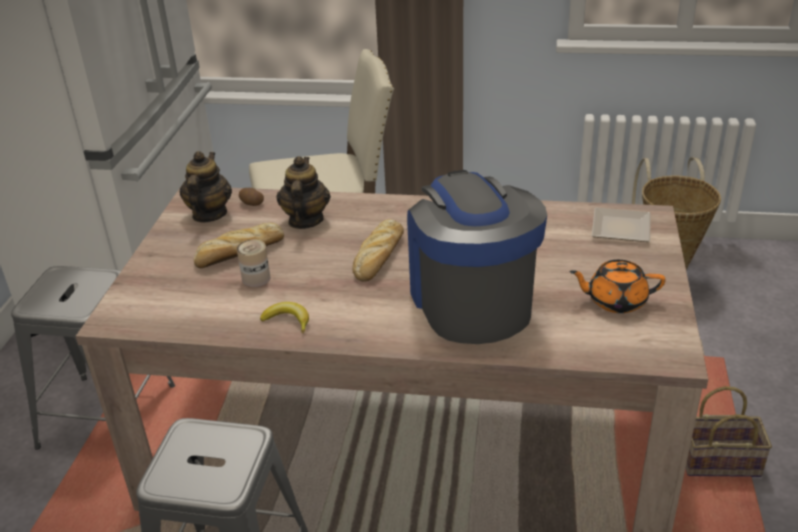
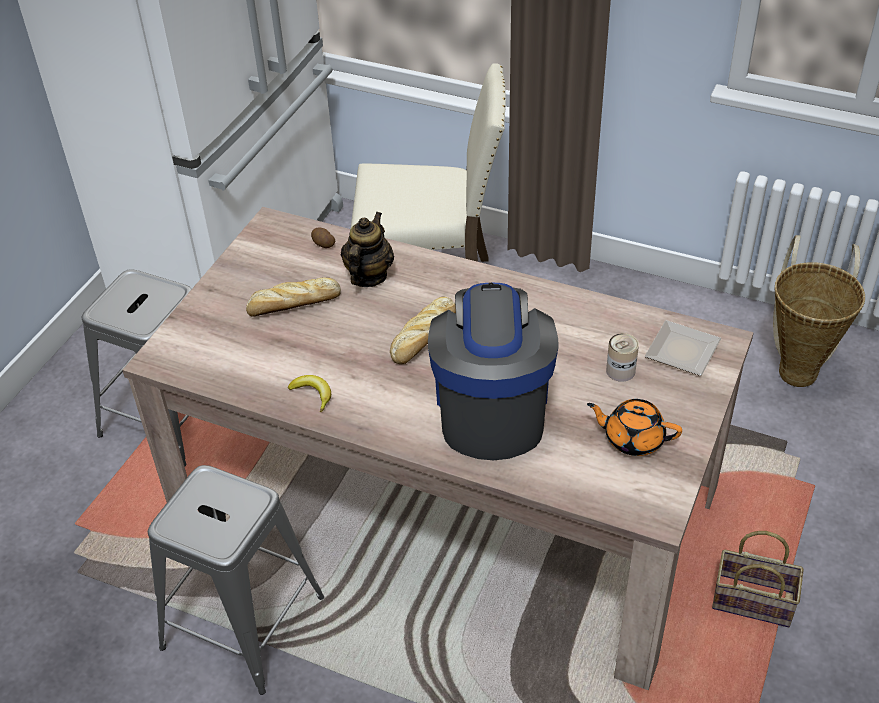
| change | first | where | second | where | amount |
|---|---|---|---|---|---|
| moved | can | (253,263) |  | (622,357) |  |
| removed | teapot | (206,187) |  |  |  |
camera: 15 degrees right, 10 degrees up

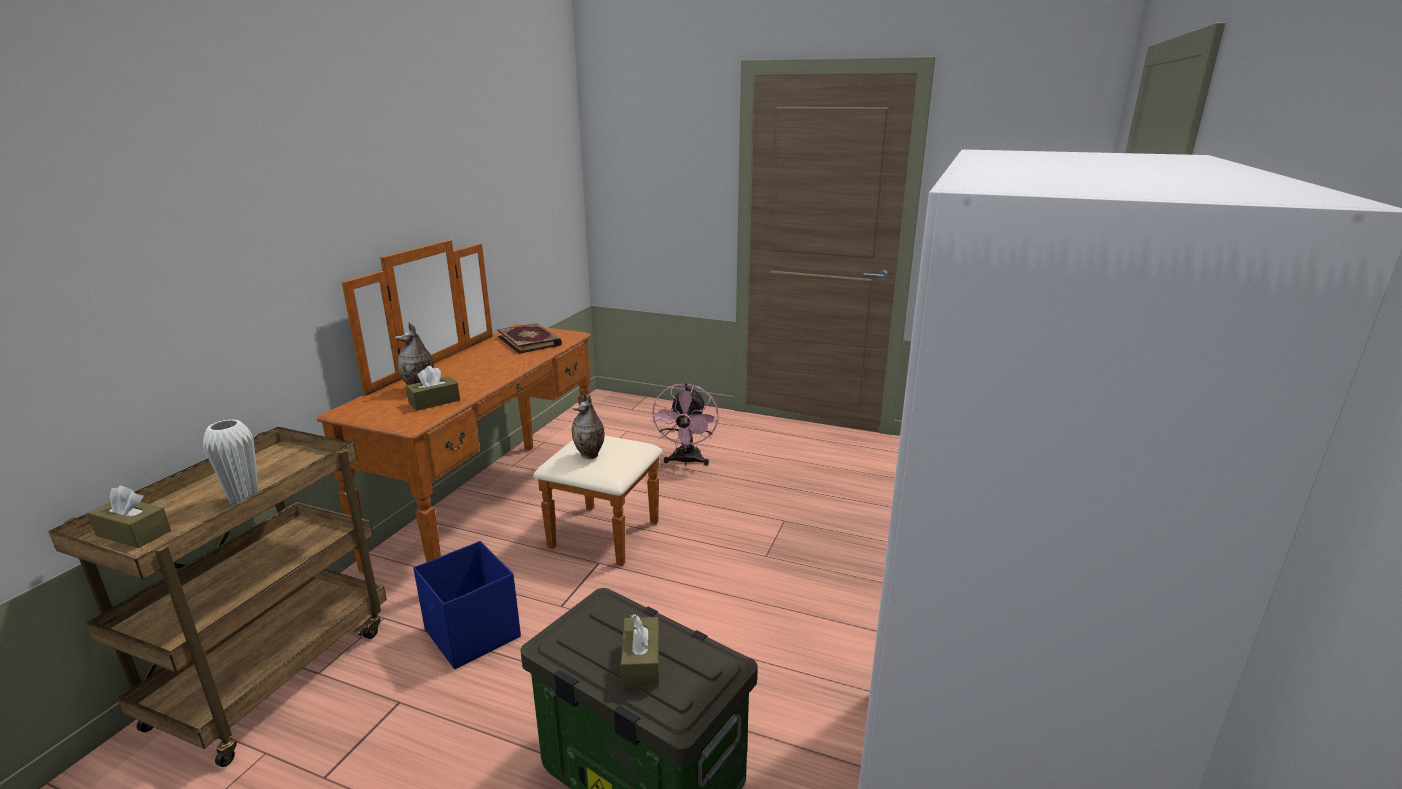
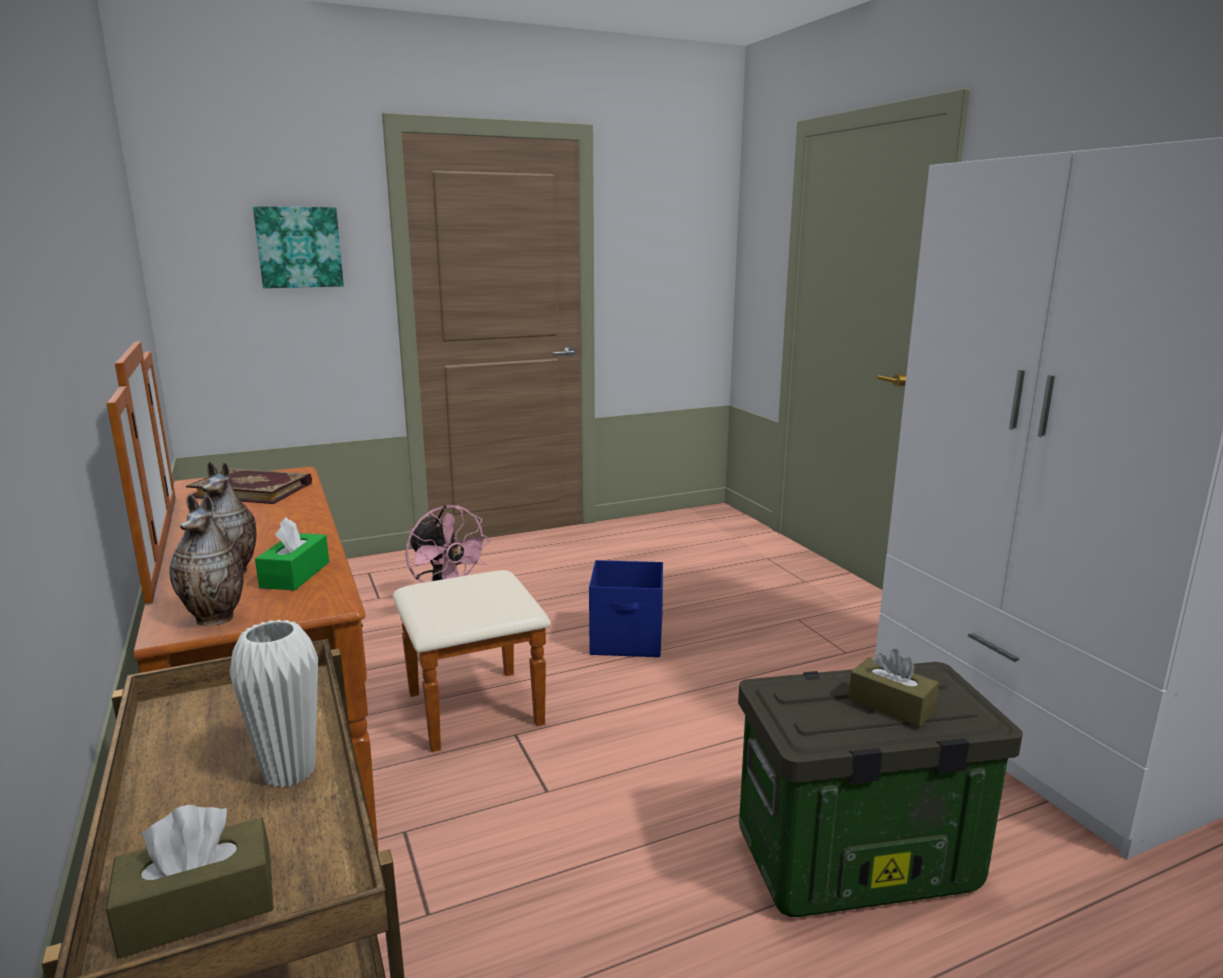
| change | first | where | second | where | amount |
|---|---|---|---|---|---|
| moved | vase | (588,426) |  | (206,560) |  |
| added |  |  | picture | (298,247) |  |
| recoloured | brown tissue box | (433,388) | green tissue box | (292,553) |  |
| moved | blue storage box | (467,605) |  | (626,608) |  |
camera: 45 degrees left, 5 degrees down

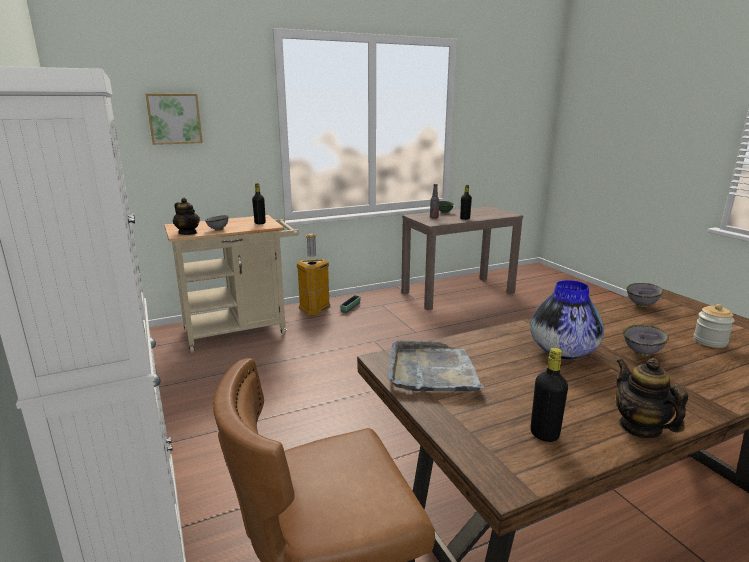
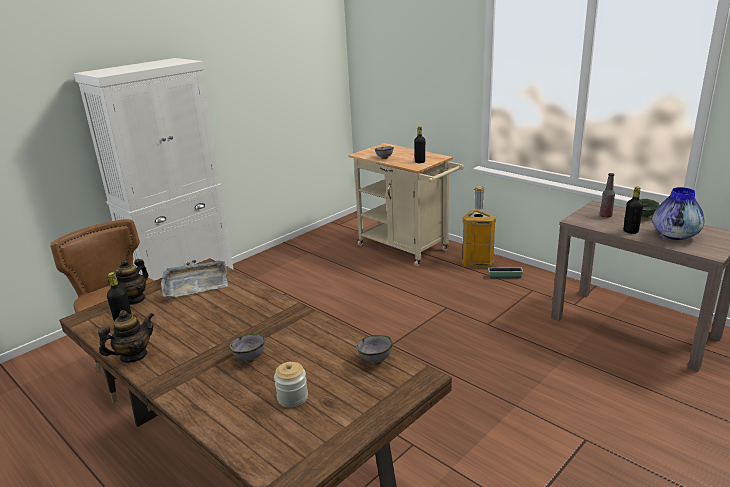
| change | first | where | second | where | amount |
|---|---|---|---|---|---|
| moved | teapot | (186,216) |  | (127,282) |  |
| moved | vase | (567,319) |  | (678,213) |  |
| removed | picture | (174,119) |  |  |  |
camera: 70 degrees right, 5 degrees up

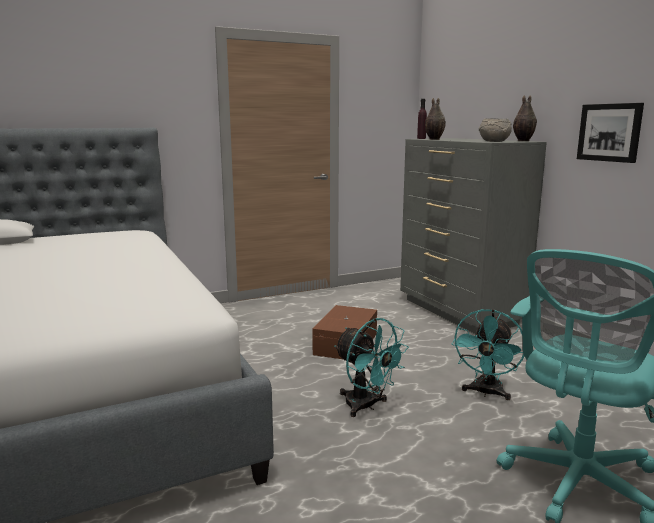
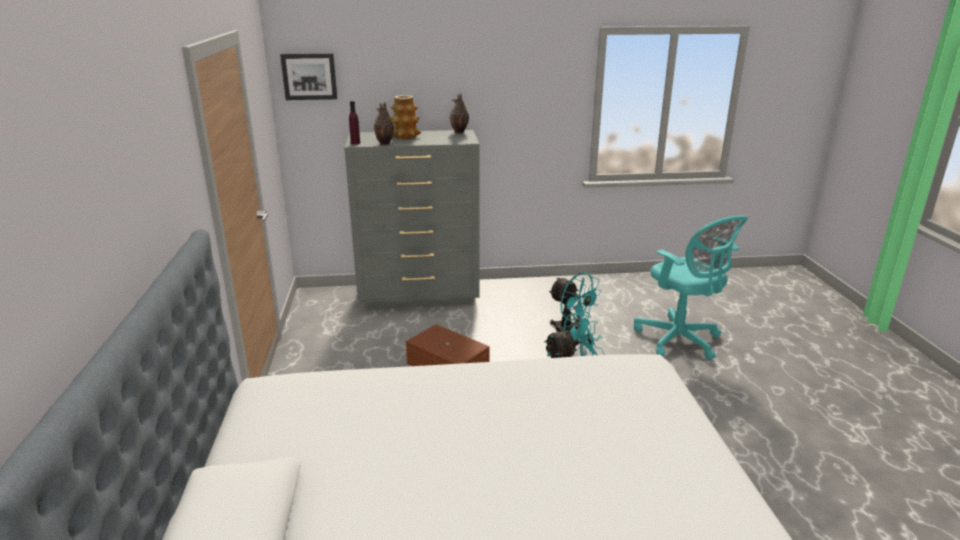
| change | first | where | second | where | amount |
|---|---|---|---|---|---|
| moved | picture | (610,133) |  | (309,76) |  |
| added |  |  | vase | (406,117) |  |
| removed | grey bowl | (495,130) |  |  |  |
camera: 70 degrees left, 10 degrees up

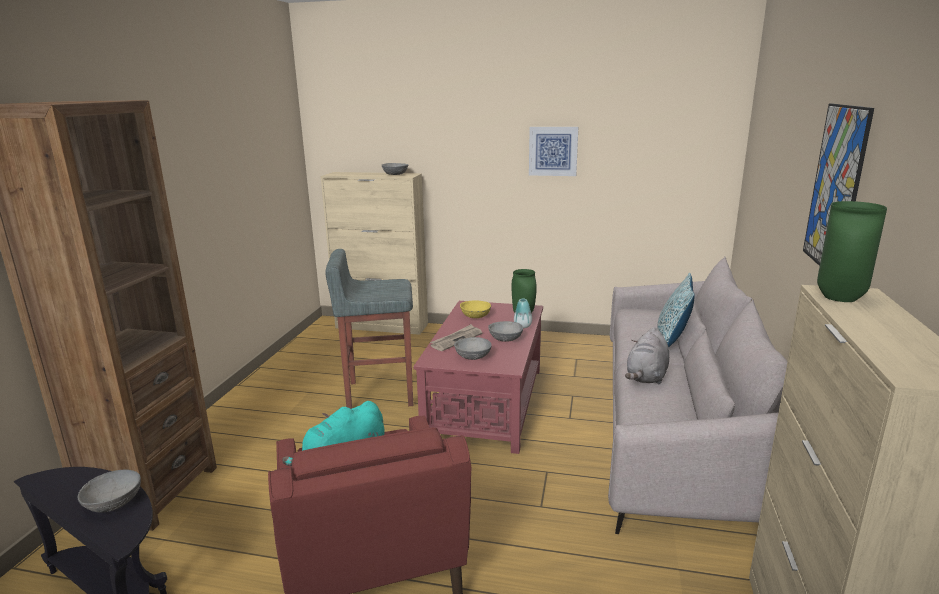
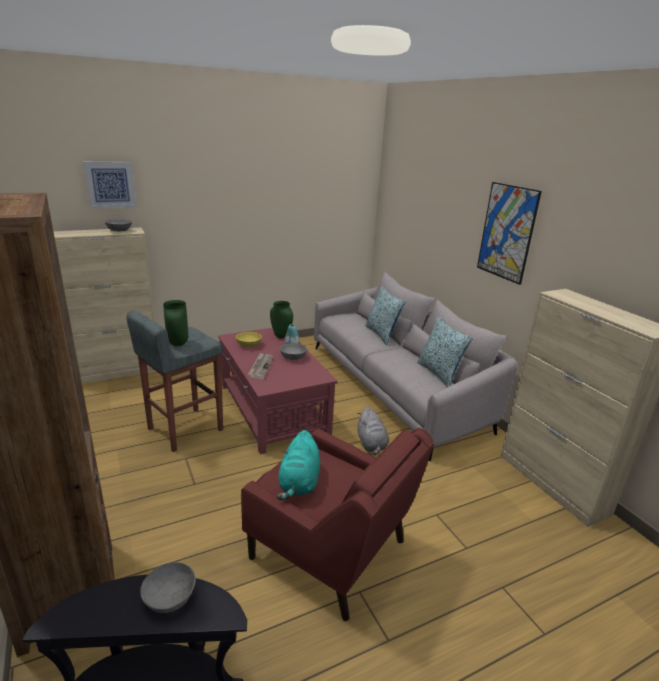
| change | first | where | second | where | amount |
|---|---|---|---|---|---|
| moved | picture | (553,151) |  | (109,185) |  |
| moved | green vase | (852,251) |  | (175,323) |  |
| moved | grey plush toy | (647,355) |  | (373,431) |  |
| added |  |  | pillow | (445,352) |  |
| removed | grey bowl | (473,348) |  |  |  |
camera: 40 degrees left, 5 degrees up

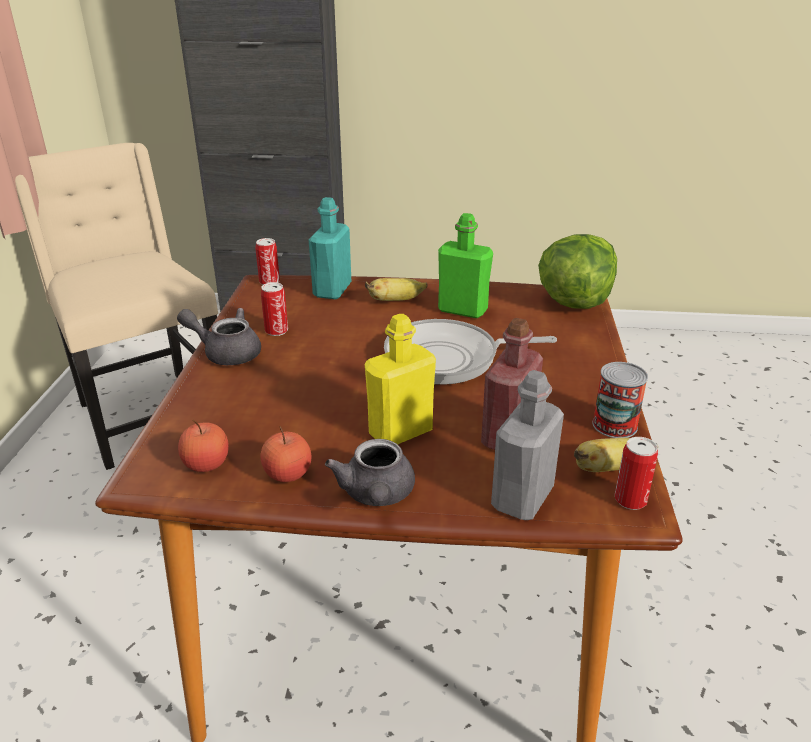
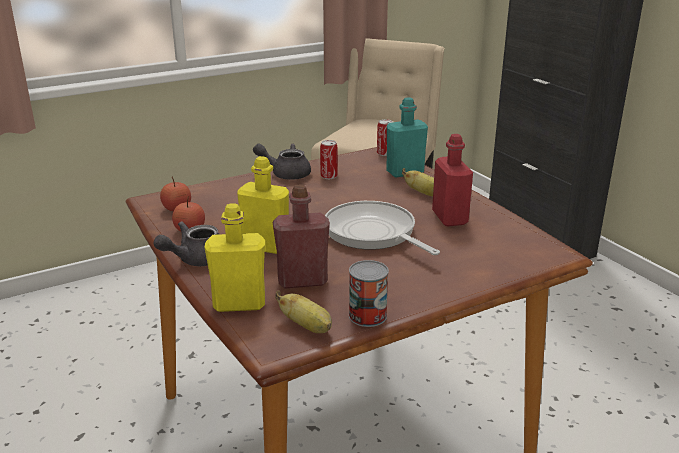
| change | first | where | second | where | amount |
|---|---|---|---|---|---|
| recoloured | grey bottle | (527,445) | yellow bottle | (234,257) |  |
| turned | grey teapot | (219,336) |  | (282,161) | 60 degrees counterclockwise |
| recoloured | green bottle | (465,265) | red bottle | (452,180) |  |
| removed | lettuce | (577,271) |  |  |  |
| removed | can | (636,473) |  |  |  |
camera: 55 degrees right, 5 degrees down

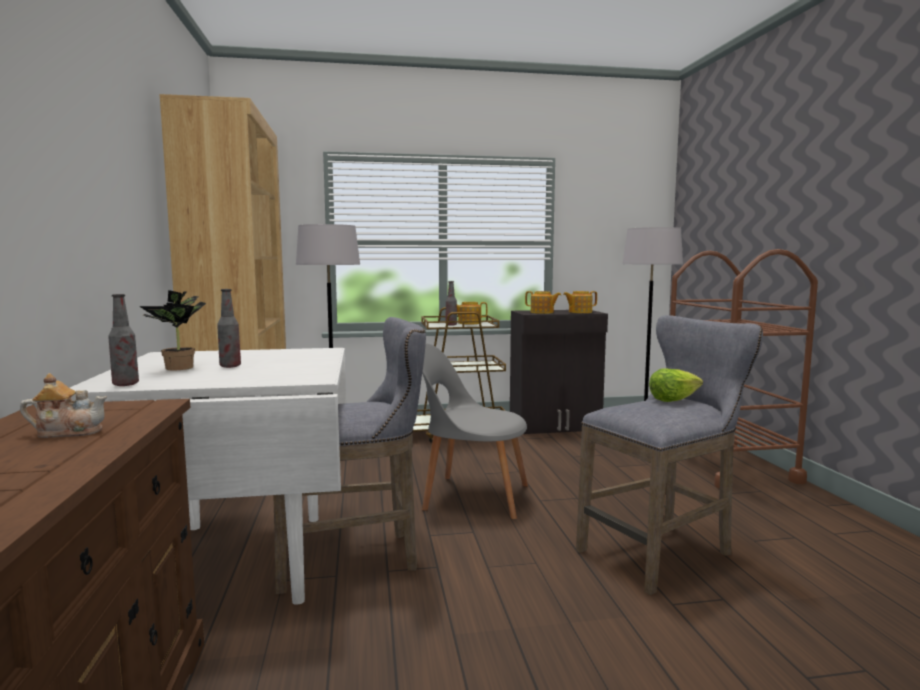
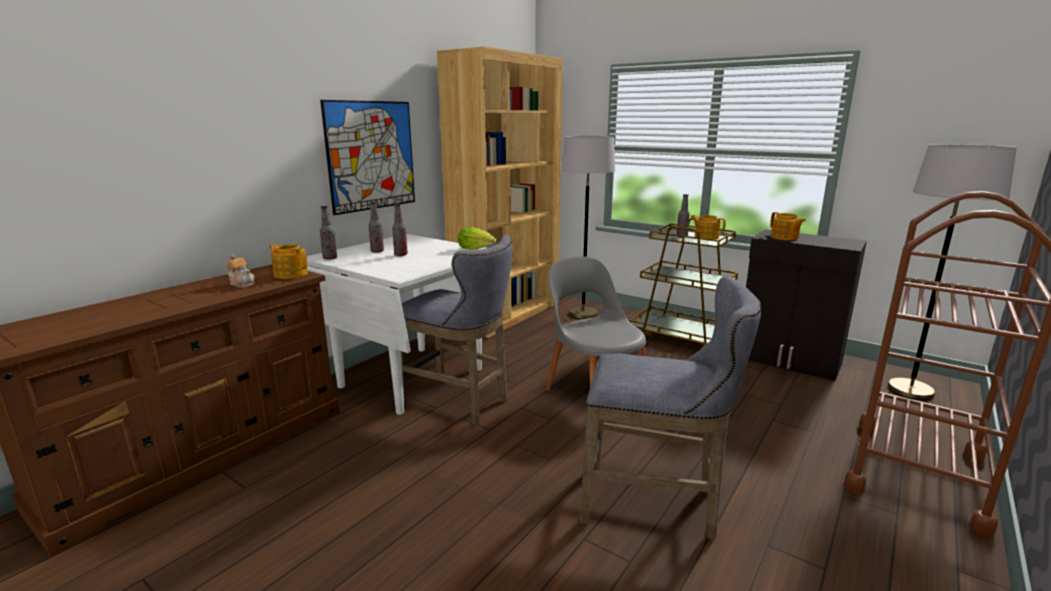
| change | first | where | second | where | amount |
|---|---|---|---|---|---|
| moved | teapot | (580,302) |  | (288,261) |  |
| added |  |  | picture | (367,157) |  |
| replaced | potted plant | (172,330) | bottle | (376,226) |  |
| moved | lettuce | (676,385) |  | (477,238) |  |
camera: 45 degrees right, 10 degrees up

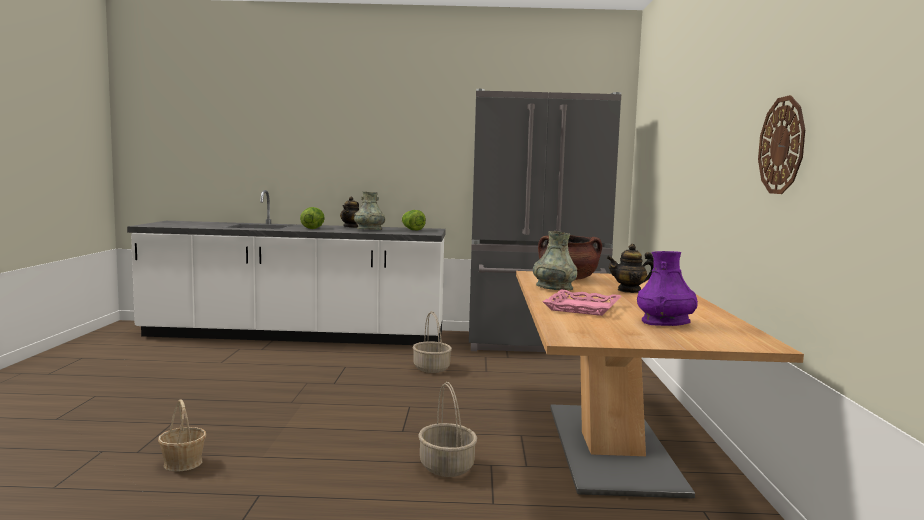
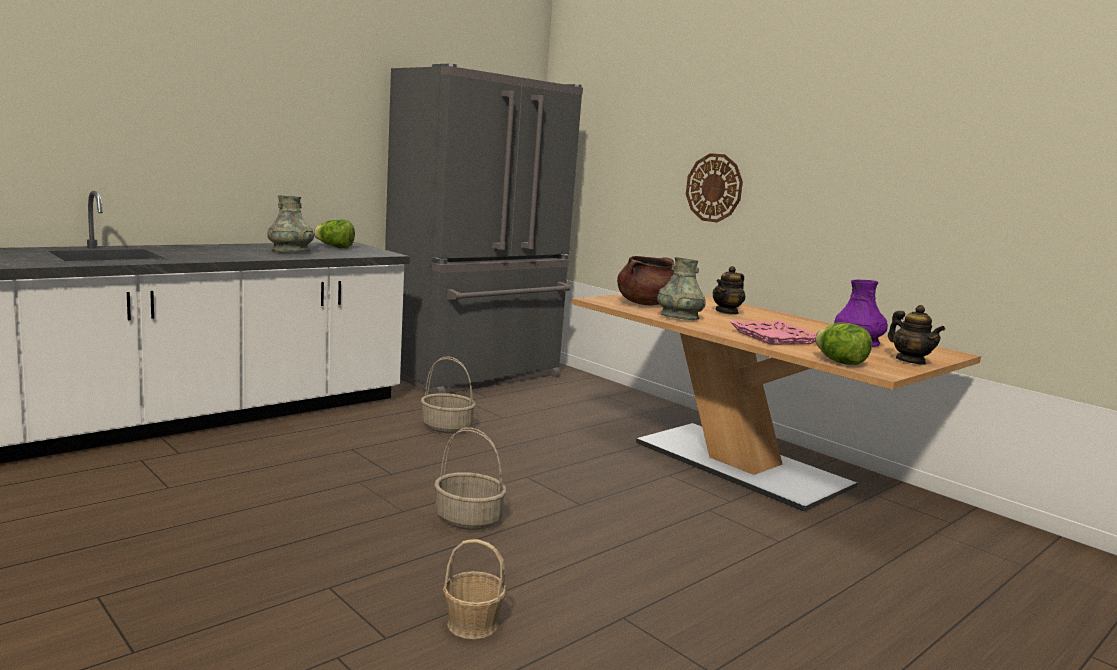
| change | first | where | second | where | amount |
|---|---|---|---|---|---|
| moved | basket | (447,429) |  | (470,478) |  |
| moved | wall clock | (781,144) |  | (714,188) |  |
| moved | lettuce | (312,218) |  | (843,343) |  |
| moved | teapot | (349,212) |  | (916,335) |  |
camera: 45 degrees left, 5 degrees up

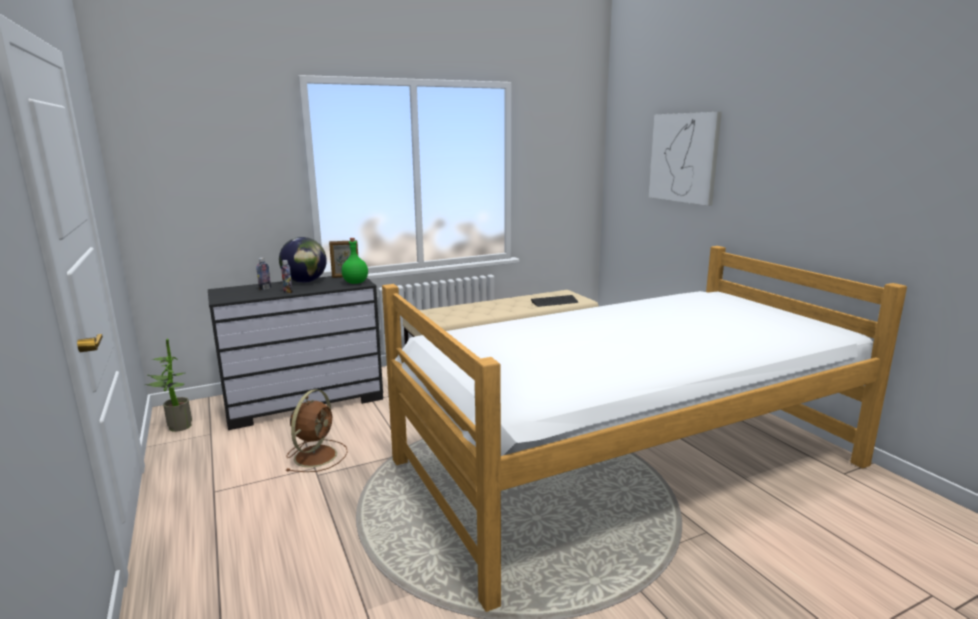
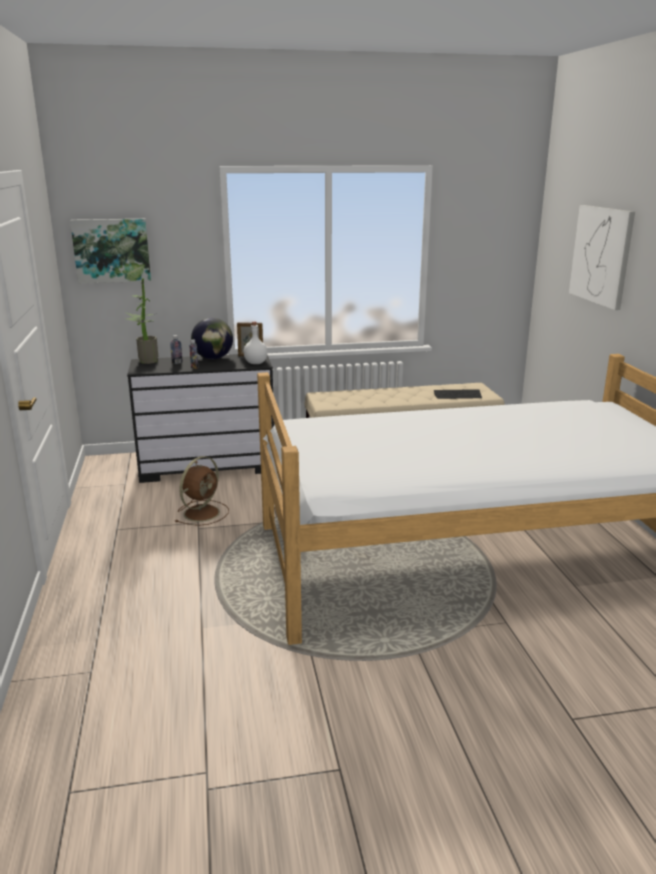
| change | first | where | second | where | amount |
|---|---|---|---|---|---|
| added |  |  | picture | (110,251) |  |
| moved | potted plant | (169,385) |  | (142,321) |  |
| recoloured | green bottle | (355,261) | white bottle | (255,343) |  |
camera: 15 degrees right, 5 degrees up

